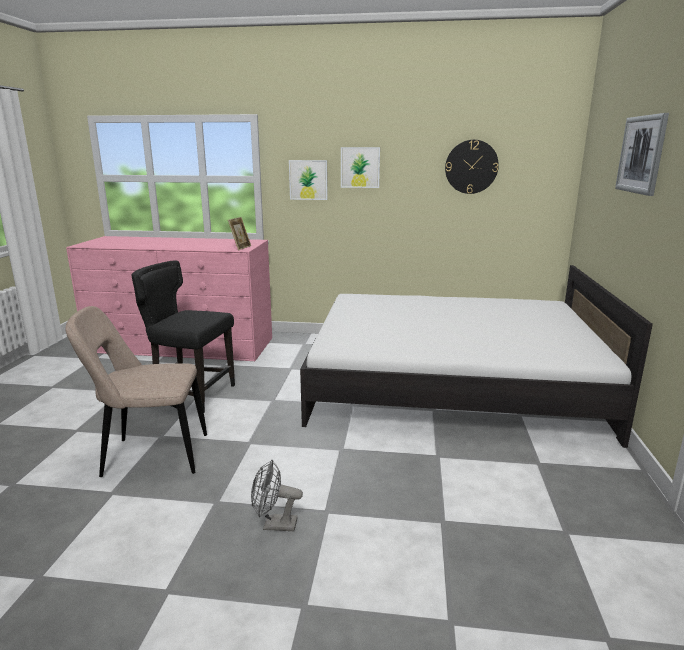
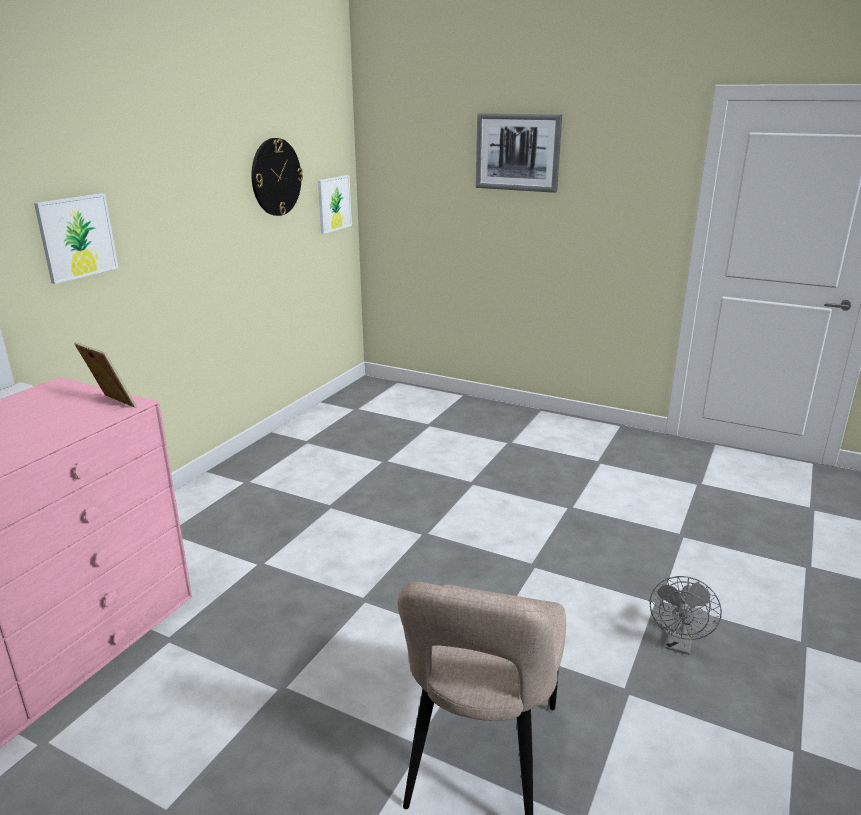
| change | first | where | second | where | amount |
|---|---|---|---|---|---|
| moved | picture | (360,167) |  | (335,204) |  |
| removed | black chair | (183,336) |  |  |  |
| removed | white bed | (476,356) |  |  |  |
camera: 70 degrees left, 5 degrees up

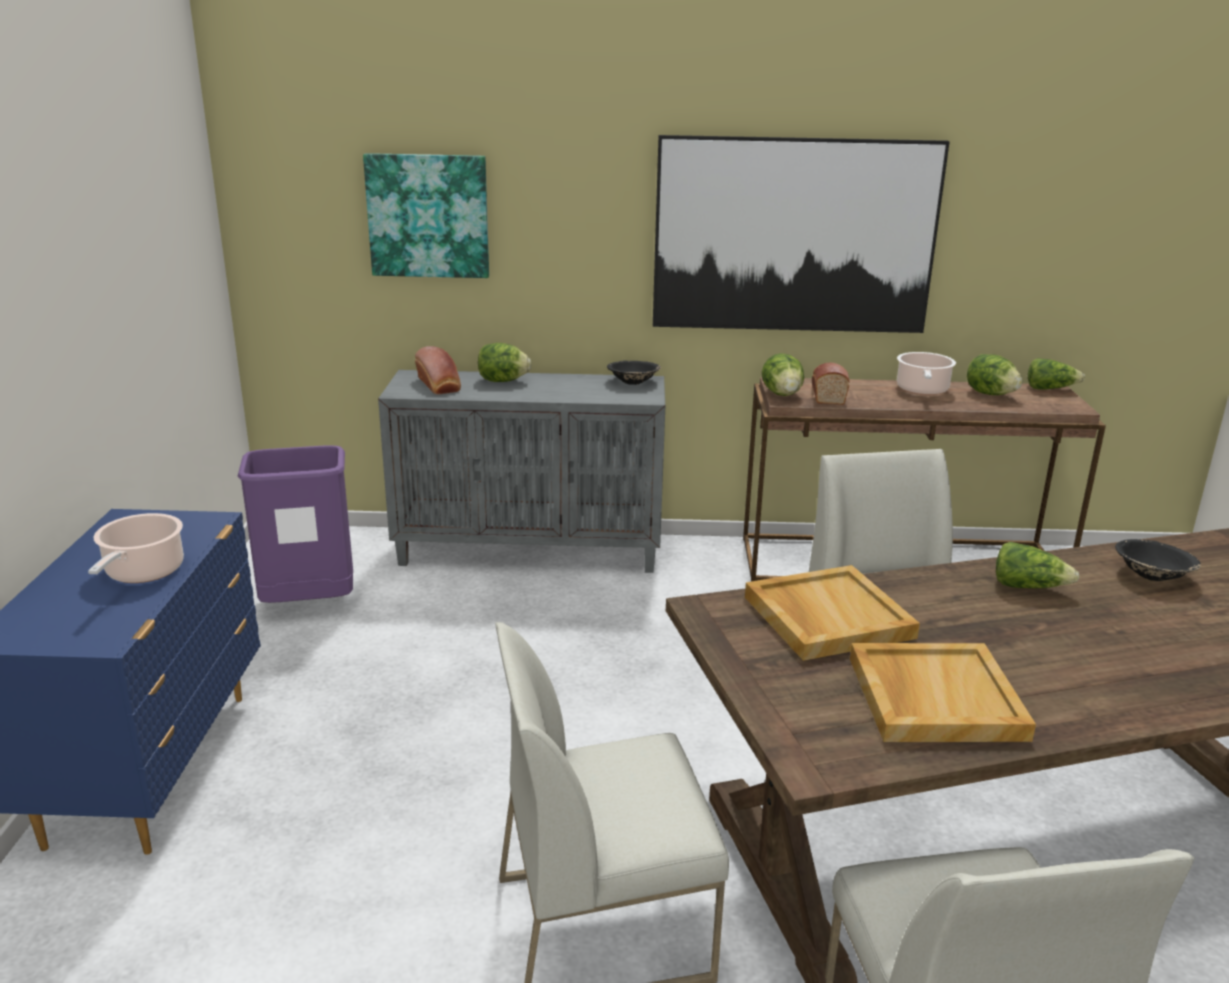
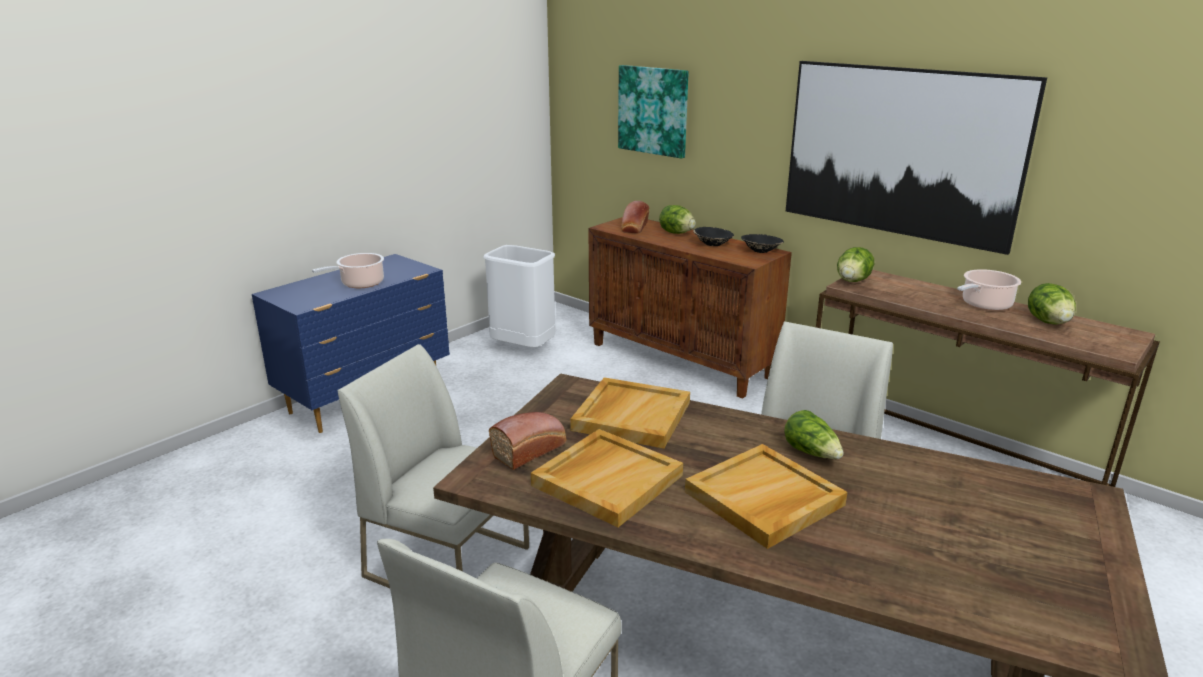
| change | first | where | second | where | amount |
|---|---|---|---|---|---|
| recoloured | purple trash can | (295,524) | white trash can | (519,296) |  |
| moved | bread | (830,384) |  | (528,441) |  |
| recoloured | grey cabinet | (521,471) | brown cabinet | (690,308) |  |
| added |  |  | beige tray | (766,496) |  |
| moved | black bowl | (1158,560) |  | (713,236) |  |
| removed | lettuce | (1056,374) |  |  |  |
camera: 40 degrees right, 0 degrees up

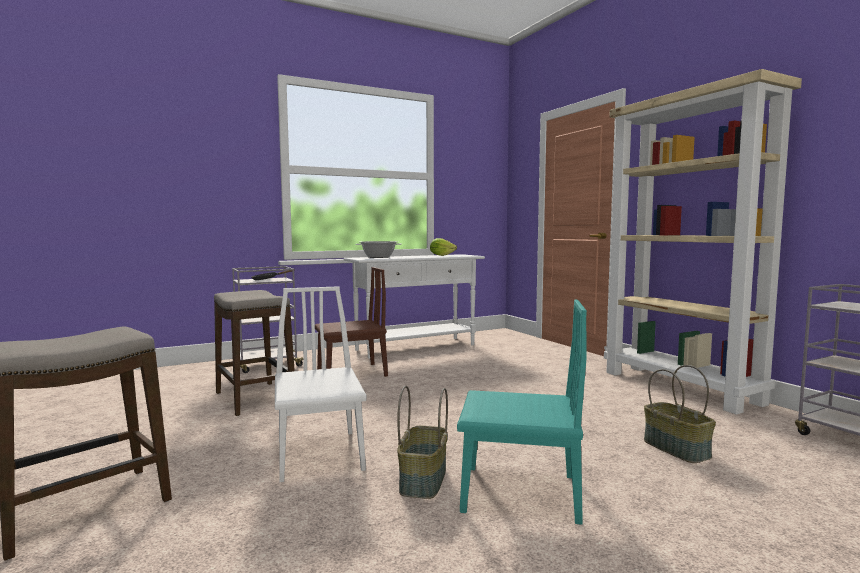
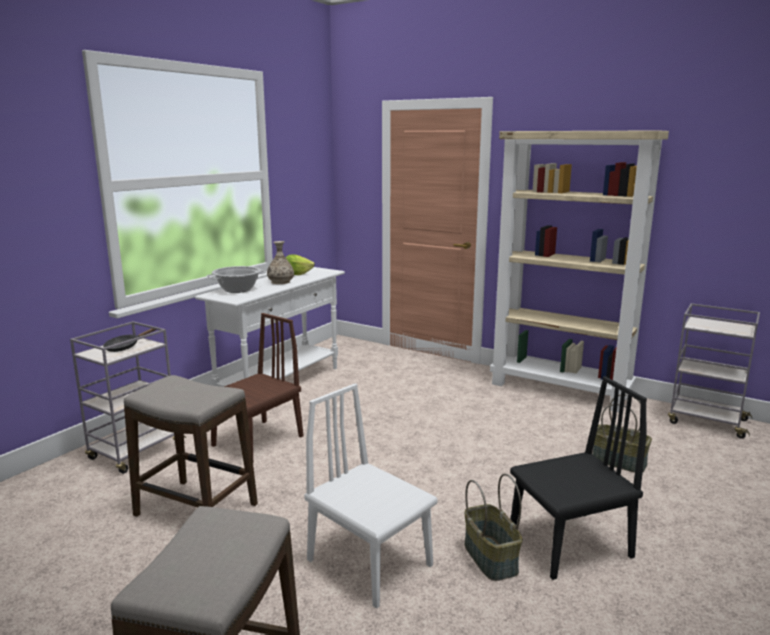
| change | first | where | second | where | amount |
|---|---|---|---|---|---|
| added |  |  | vase | (280,262) |  |
| recoloured | turquoise chair | (522,412) | black chair | (578,478) |  |
camera: 30 degrees left, 10 degrees up

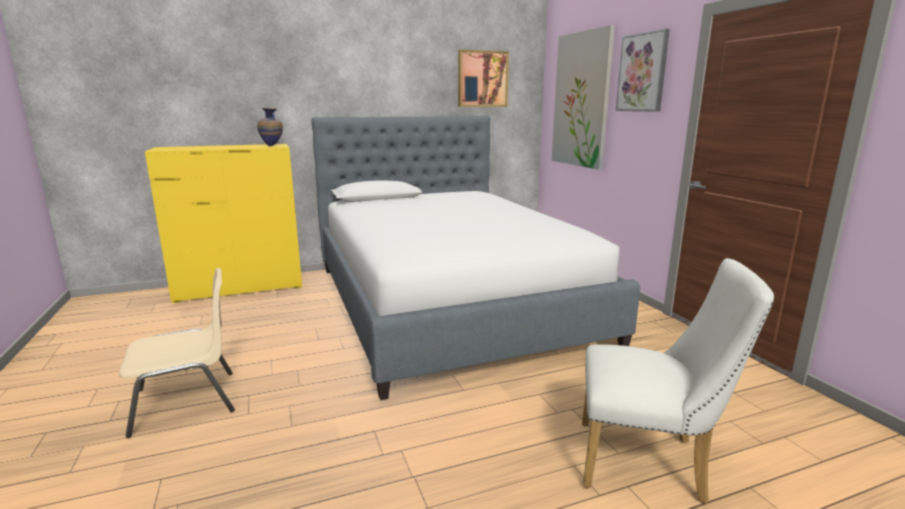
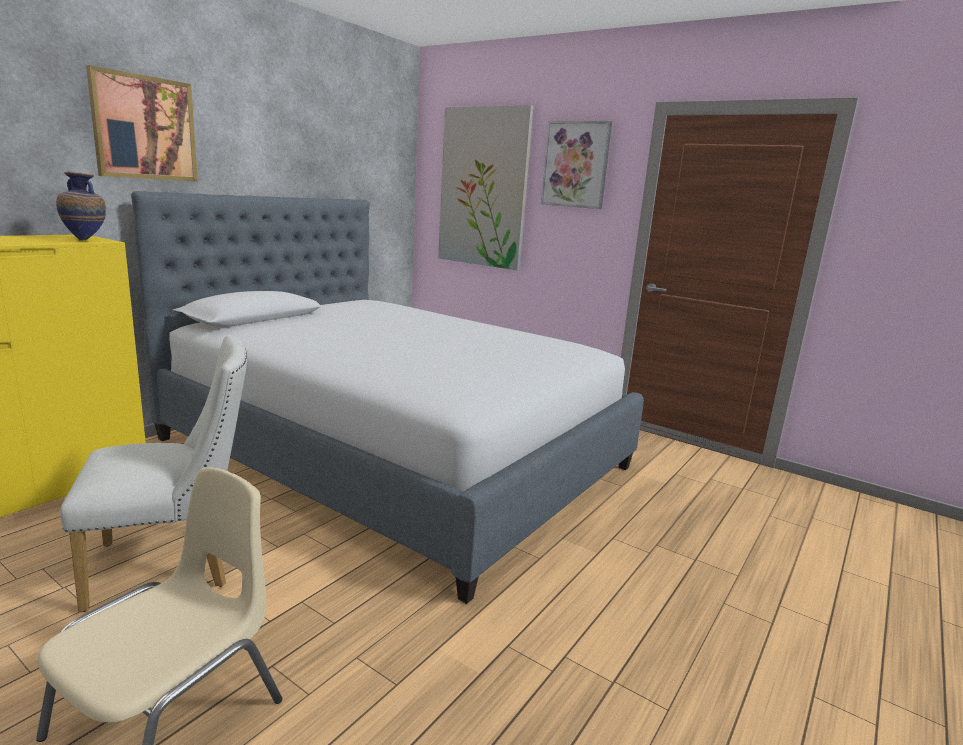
| change | first | where | second | where | amount |
|---|---|---|---|---|---|
| moved | white chair | (678,381) |  | (153,473) |  |
| moved | picture | (483,78) |  | (142,123) |  |
camera: 35 degrees left, 0 degrees up

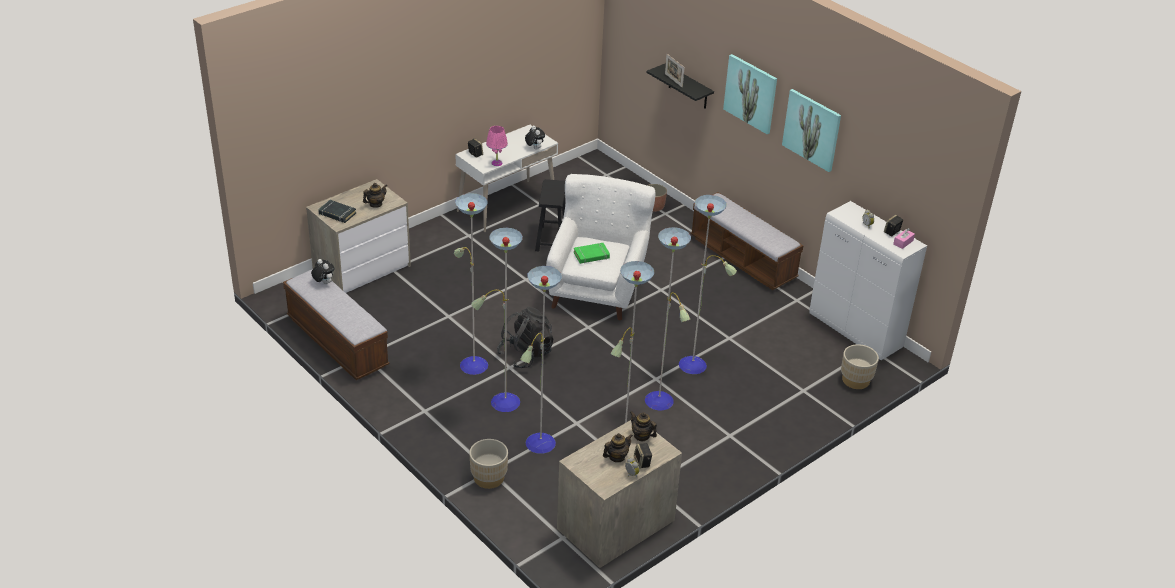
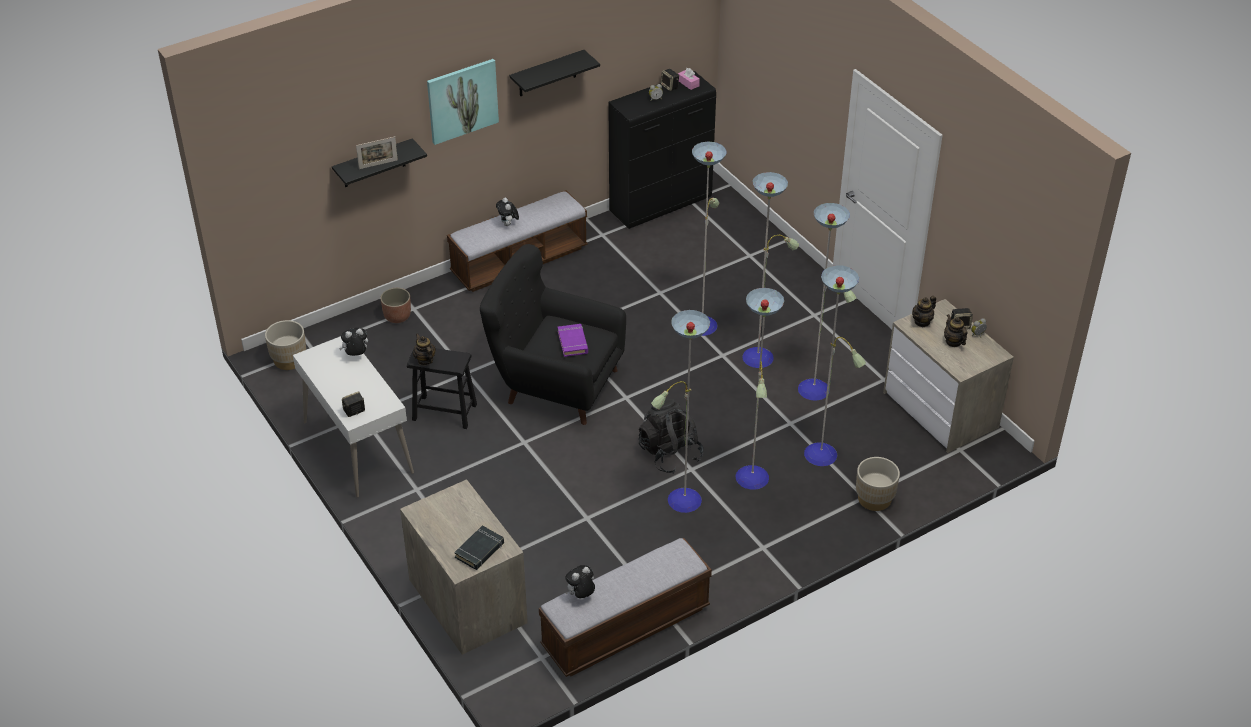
| change | first | where | second | where | amount |
|---|---|---|---|---|---|
| moved | beige planter | (860,366) |  | (285,345) |  |
| moved | teapot | (375,195) |  | (424,349) |  |
| recoloured | white armchair | (601,247) | black armchair | (553,334) |  |
| added |  |  | plush toy | (507,212) |  |
| replaced | picture | (811,130) | black shelf | (554,73) |  |
| recoloured | green book | (591,253) | purple book | (573,340) |  |
| recoloured | white cabinet | (868,281) | black cabinet | (662,150) |  |
| removed | pink table lamp | (497,146) |  |  |  |
camera: 80 degrees left, 5 degrees up

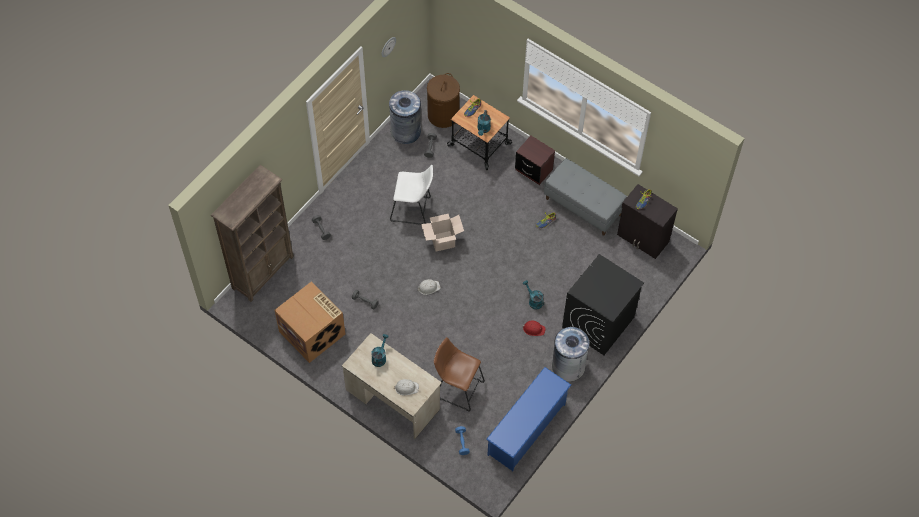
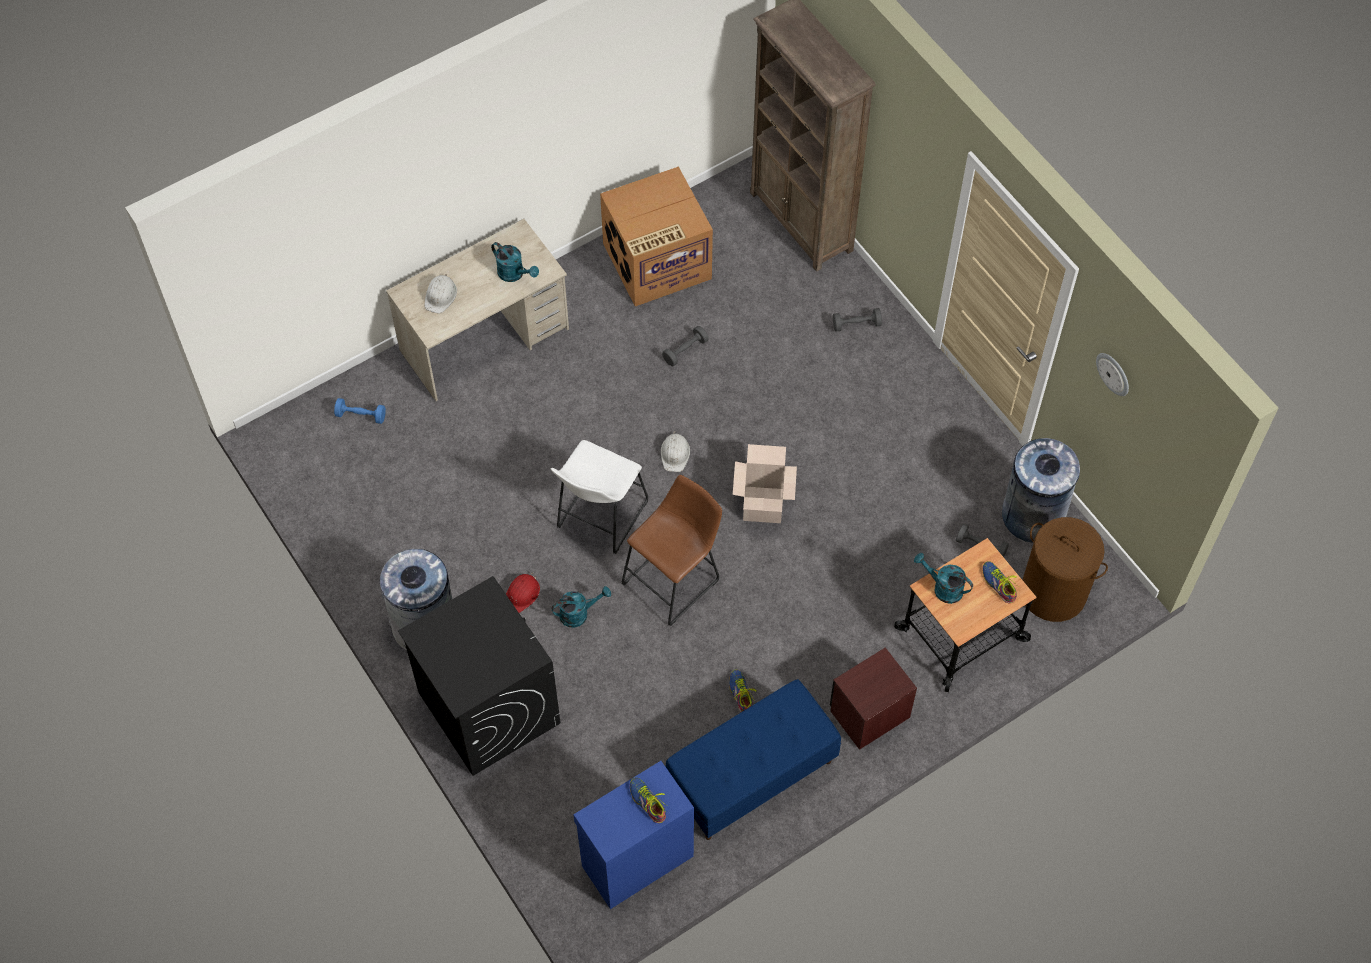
| change | first | where | second | where | amount |
|---|---|---|---|---|---|
| moved | white stool | (411,195) |  | (599,497) |  |
| recoloured | black cabinet | (647,221) | blue cabinet | (633,835) |  |
| moved | brown stool | (459,374) |  | (672,550) |  |
| recoloured | grey bench | (585,197) | blue bench | (753,759) |  |
| removed | blue shoe rack | (528,419) |  |  |  |
camera: 110 degrees right, 0 degrees up

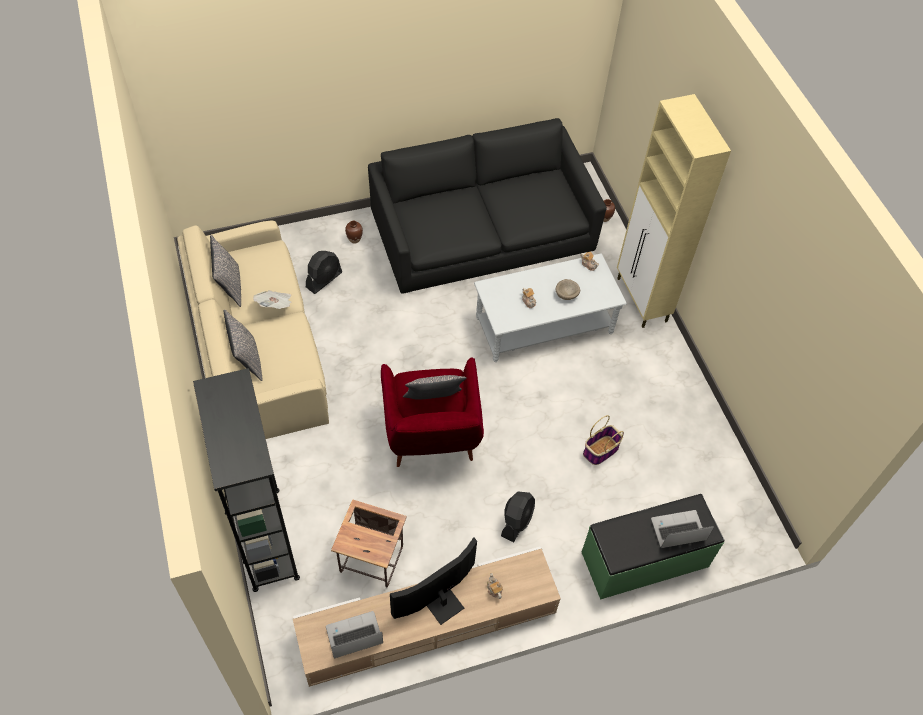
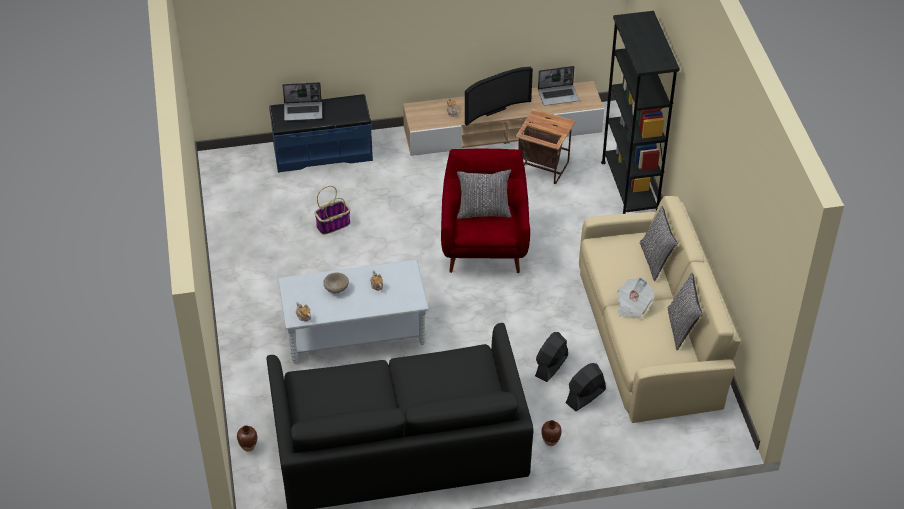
| change | first | where | second | where | amount |
|---|---|---|---|---|---|
| recoloured | green bench | (653,546) | blue bench | (321,133) |  |
| moved | black fan | (518,517) |  | (551,357) |  |
| removed | beige cabinet | (674,211) |  |  |  |
camera: 170 degrees left, 10 degrees down

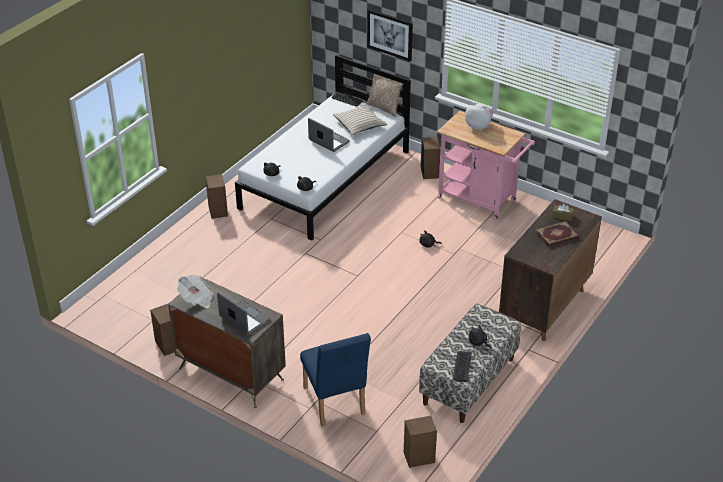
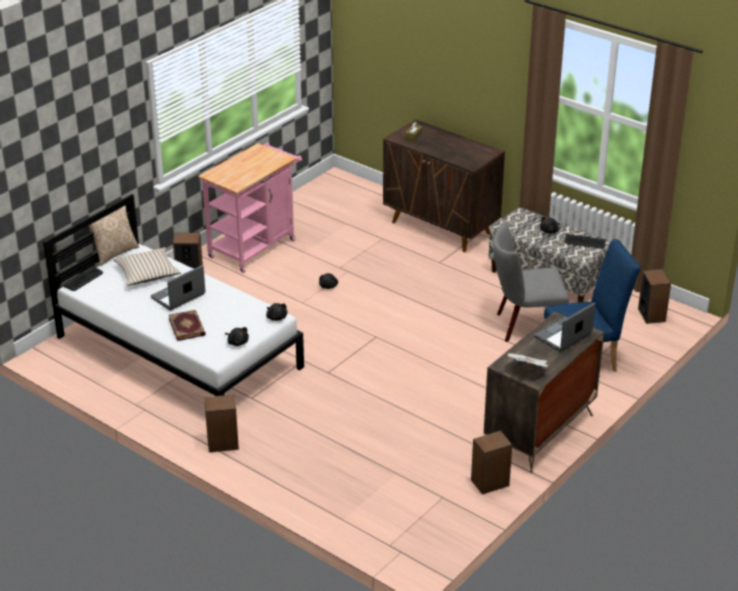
| change | first | where | second | where | amount |
|---|---|---|---|---|---|
| moved | book | (557,234) |  | (187,325) |  |
| added |  |  | grey chair | (531,281) |  |
| removed | picture | (390,35) |  |  |  |
| removed | plush toy | (479,117) |  |  |  |
camera: 85 degrees left, 5 degrees down

